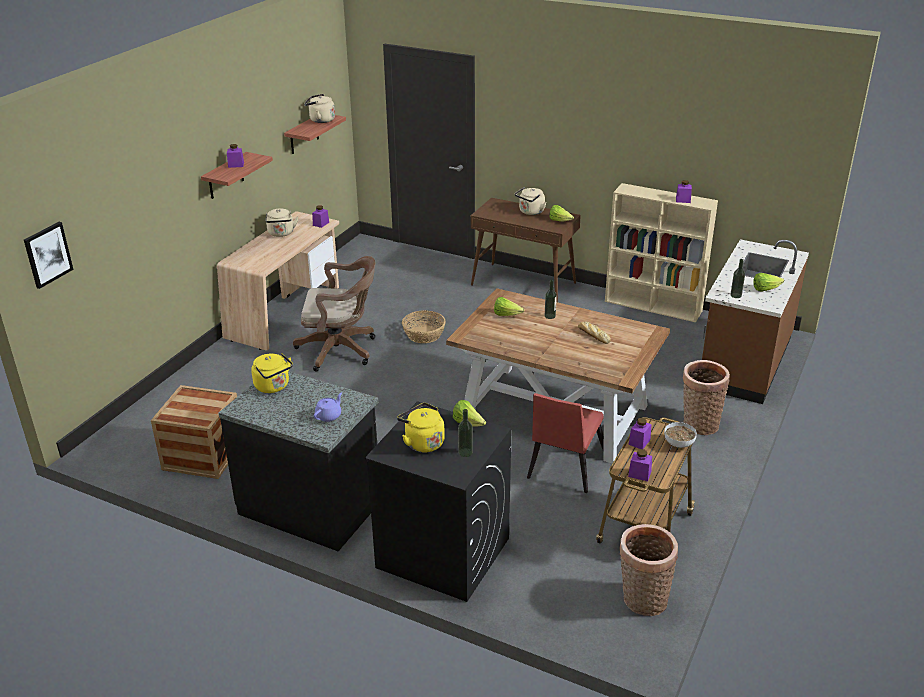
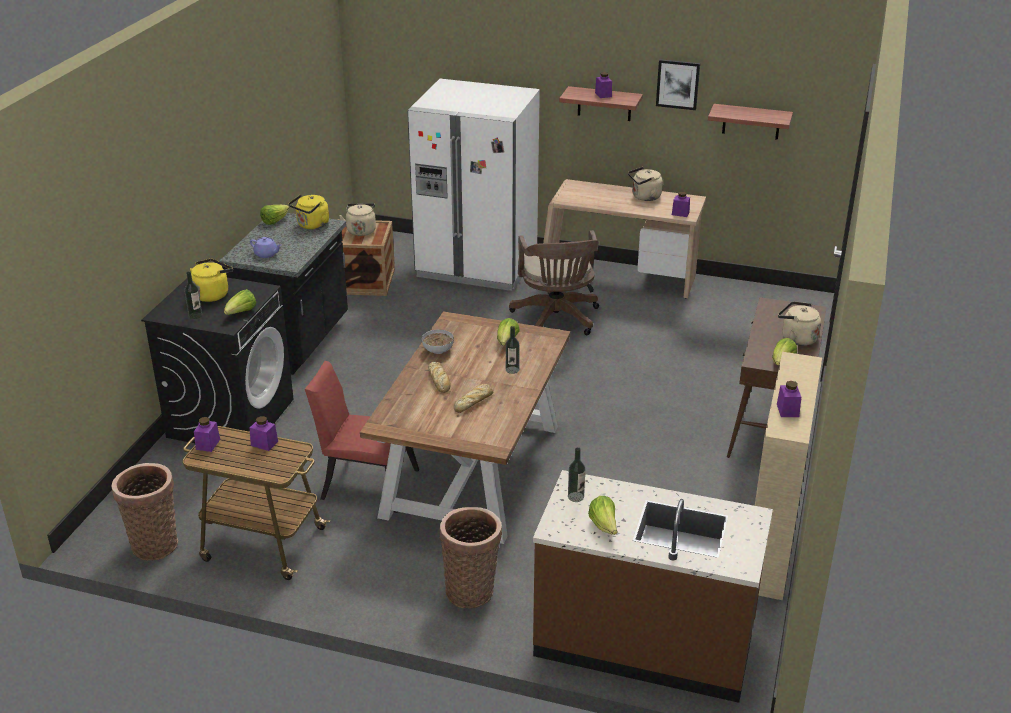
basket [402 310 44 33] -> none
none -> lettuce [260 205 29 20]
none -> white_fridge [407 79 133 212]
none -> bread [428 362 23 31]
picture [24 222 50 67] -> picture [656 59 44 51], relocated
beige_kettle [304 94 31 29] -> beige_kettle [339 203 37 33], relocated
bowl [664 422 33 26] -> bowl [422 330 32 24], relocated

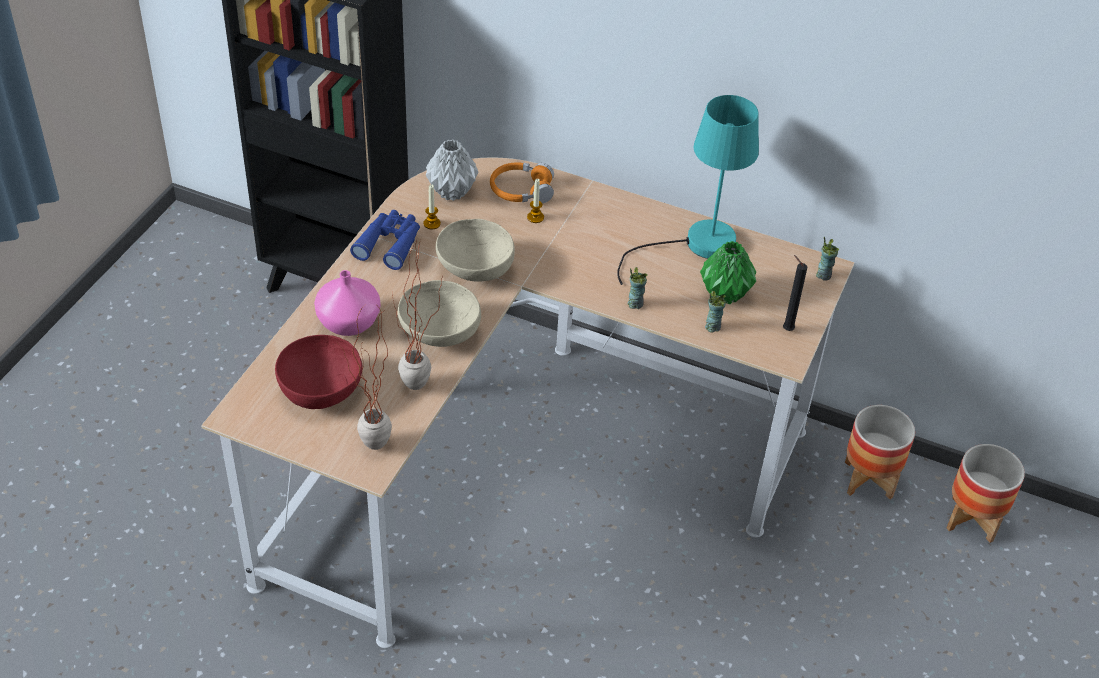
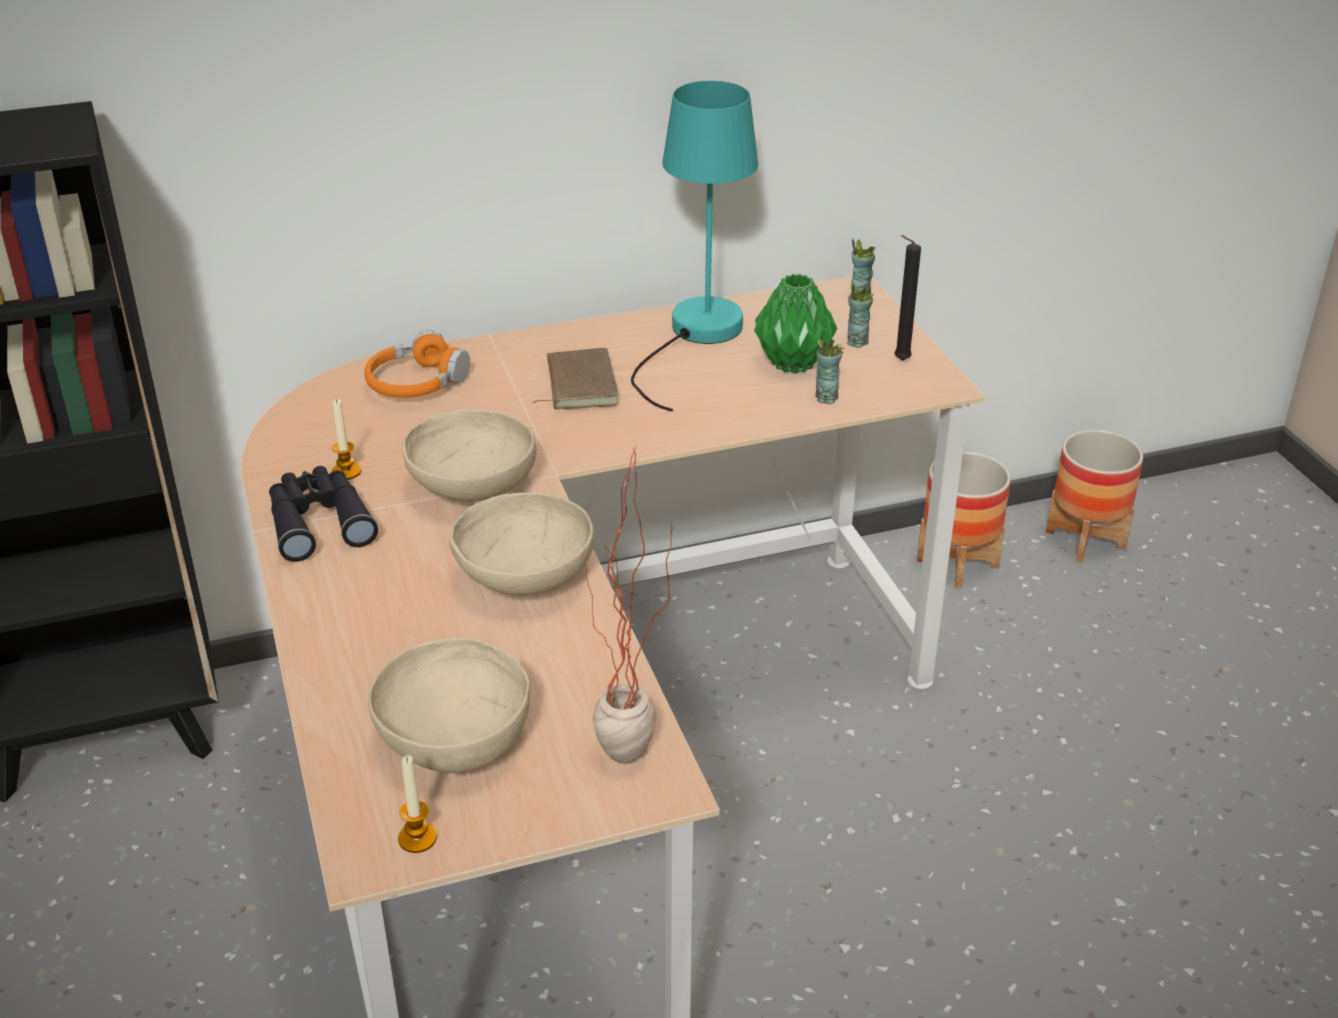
pink_vase [314 270 66 66] -> none
potted_plant [392 240 51 150] -> none
grey_vase [426 140 53 61] -> none
none -> brown_book [532 348 86 62]
candle [527 179 17 44] -> candle [398 755 39 98], relocated
cup [628 267 19 42] -> cup [847 284 27 64], relocated
red_bowl [275 335 88 74] -> beige_bowl [368 638 162 135]
blue_binoculars [350 210 70 60] -> black_binoculars [269 466 109 96]

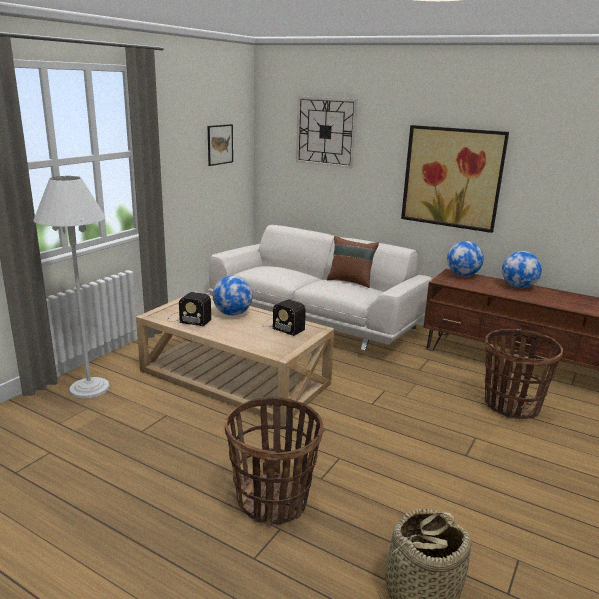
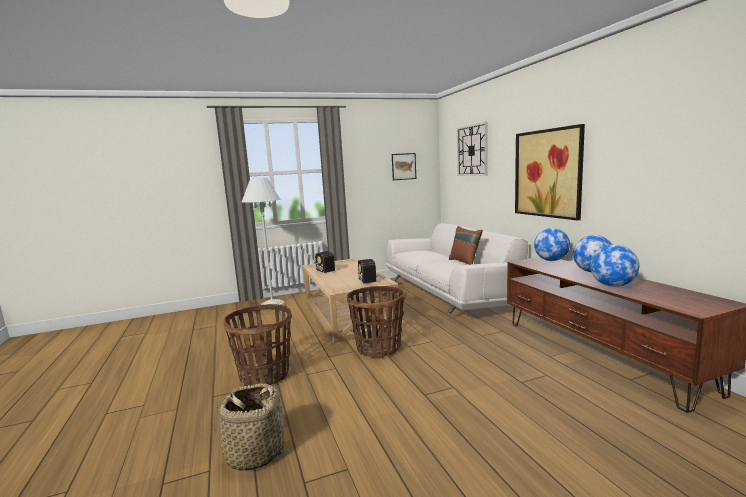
globe [213 276 40 40] -> globe [590 244 49 43], relocated
basket [485 329 78 90] -> basket [347 286 59 72], relocated

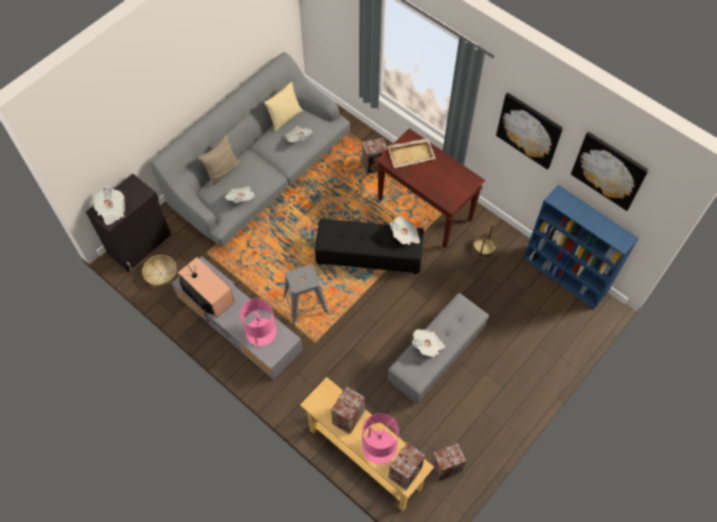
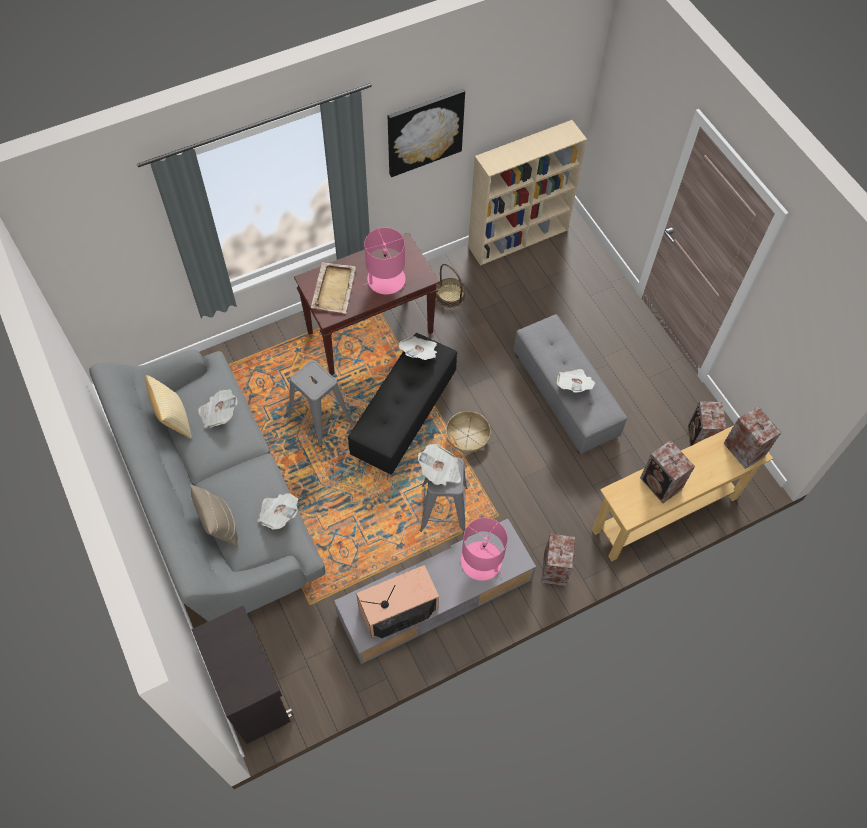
picture [571 132 78 79] -> none
none -> grey_stool [288 360 64 87]
newspaper [94 187 31 38] -> newspaper [418 444 43 42], relocated
basket [142 255 35 32] -> basket [446 411 45 43], relocated
speaker [362 138 25 36] -> speaker [541 534 34 52], relocated
pink_table_lamp [362 413 37 51] -> pink_table_lamp [363 228 43 66], relocated
blue_bookcase [523 185 115 124] -> beige_bookcase [468 120 119 146]

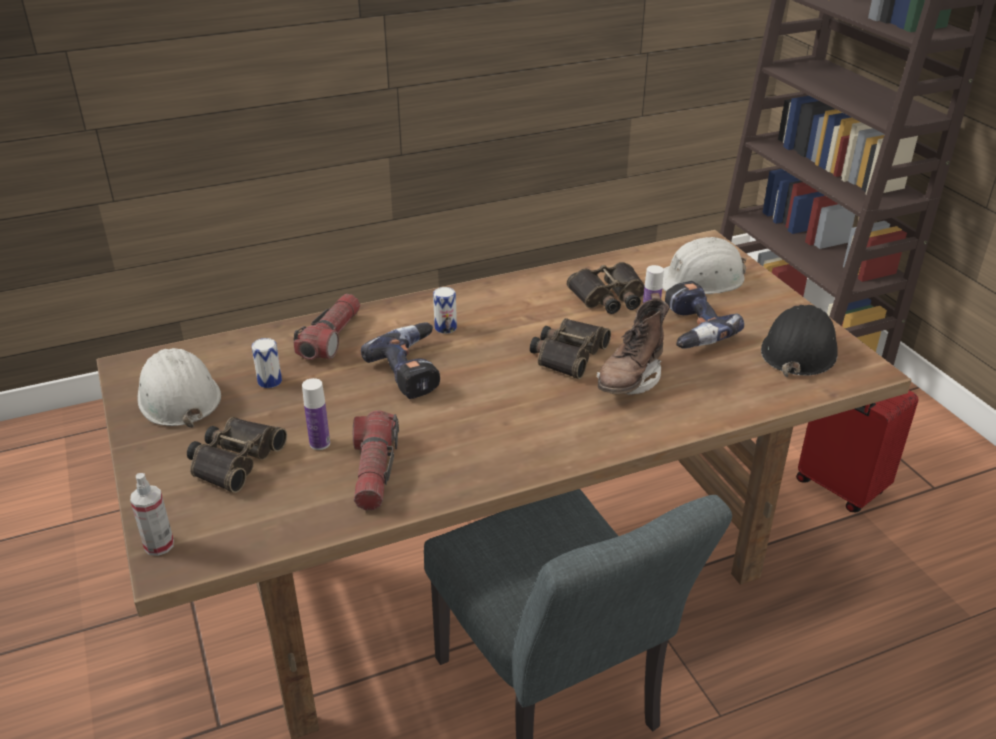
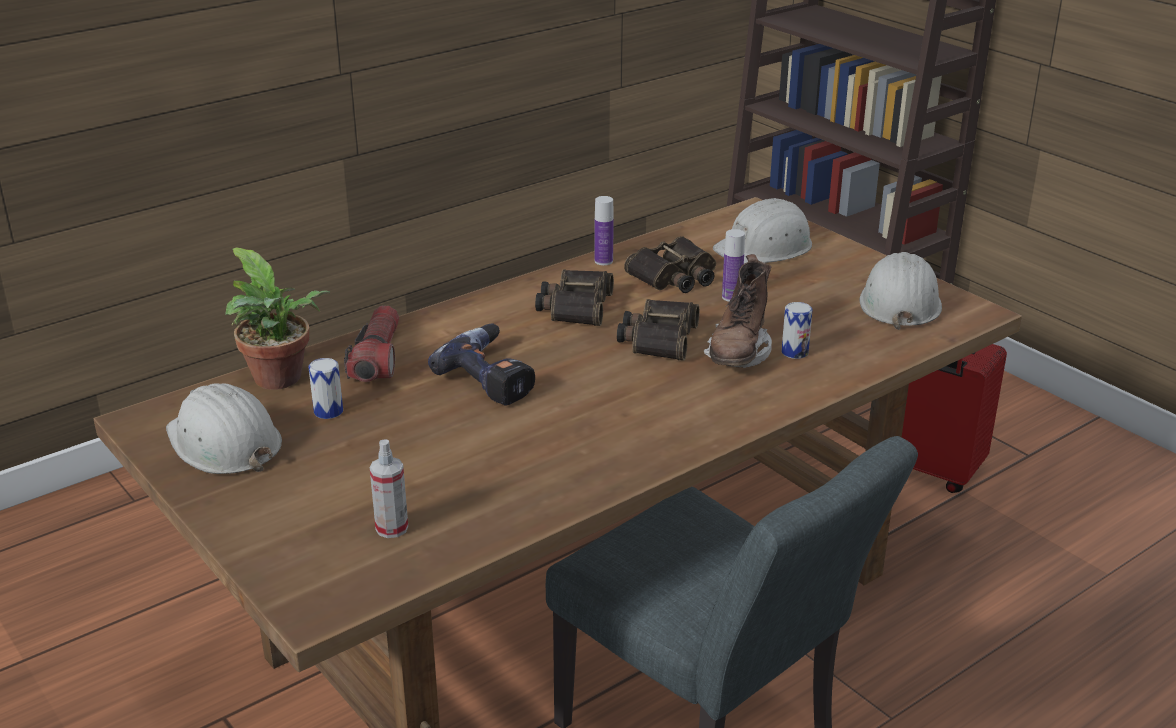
flashlight [353 410 46 100] -> none
power_drill [665 281 79 68] -> none
none -> potted_plant [225 247 105 143]
spray_bottle [130 473 44 83] -> spray_bottle [370 440 38 98], relocated
binoculars [187 417 100 76] -> binoculars [535 270 79 56], relocated
bottle [302 378 28 72] -> bottle [595 196 19 69], relocated
can [433 287 24 47] -> can [781 302 32 57], relocated
black_hard_hat [761 305 77 72] -> white_hard_hat [859 252 83 78]

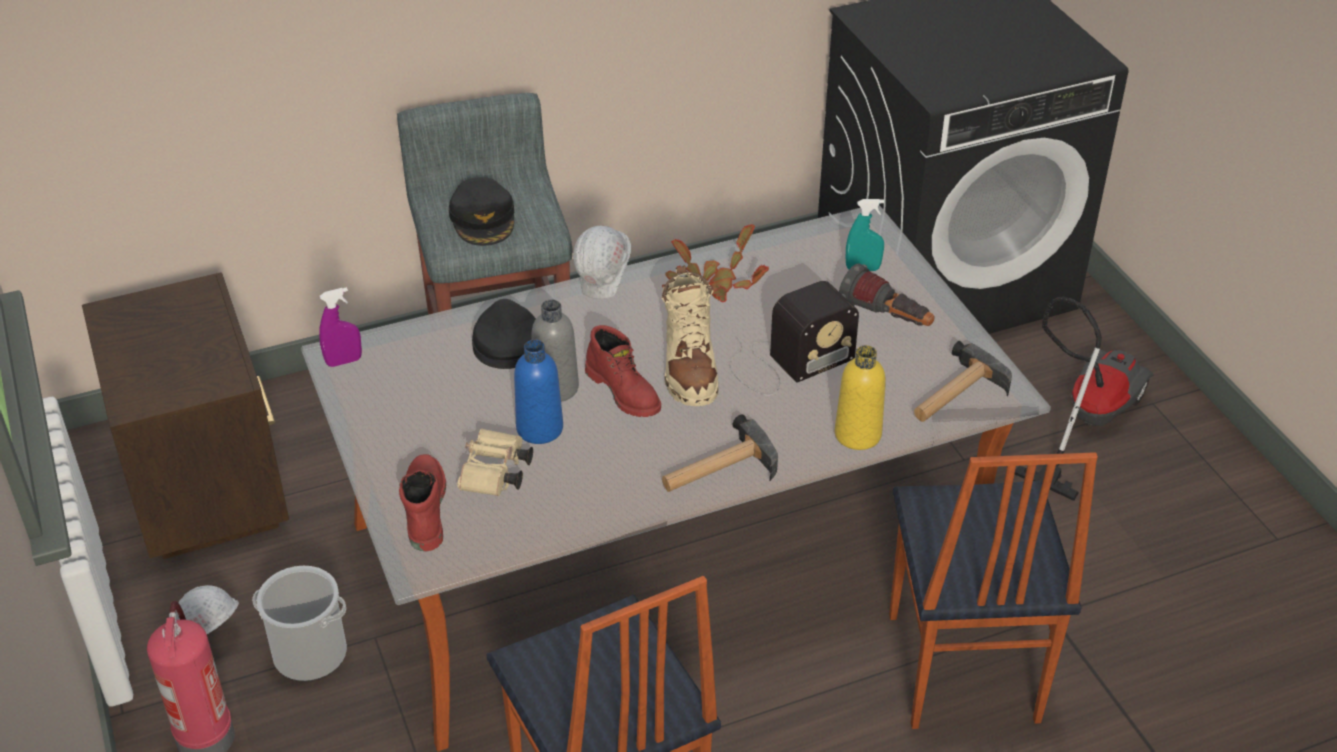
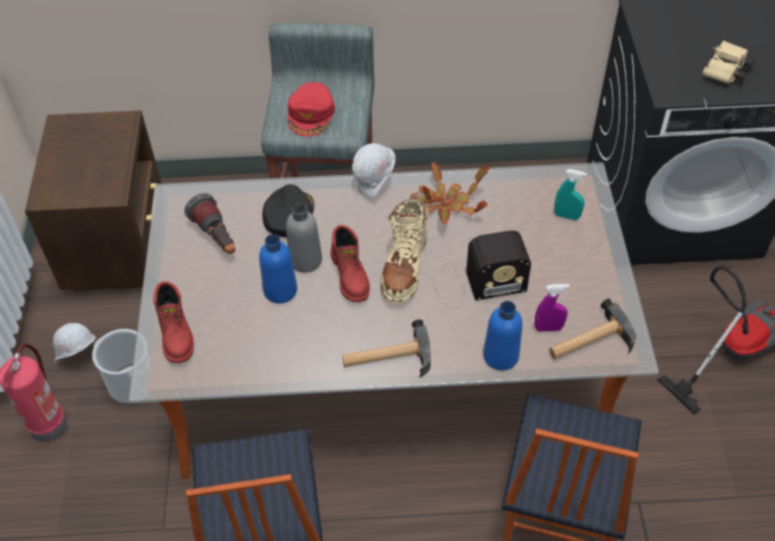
purple_spray_bottle [319 287 43 80] -> purple_spray_bottle [535 284 35 48], relocated
beige_binoculars [457 428 76 68] -> beige_binoculars [703 40 52 44], relocated
flashlight [839 263 96 63] -> flashlight [185 193 50 61], relocated
black_cap [449 177 65 69] -> red_cap [288 82 47 55]
yellow_bottle [835 345 51 105] -> blue_bottle [483 301 39 69]
red_boot [399 454 47 97] -> red_boot [154 281 40 82], 150 degrees clockwise

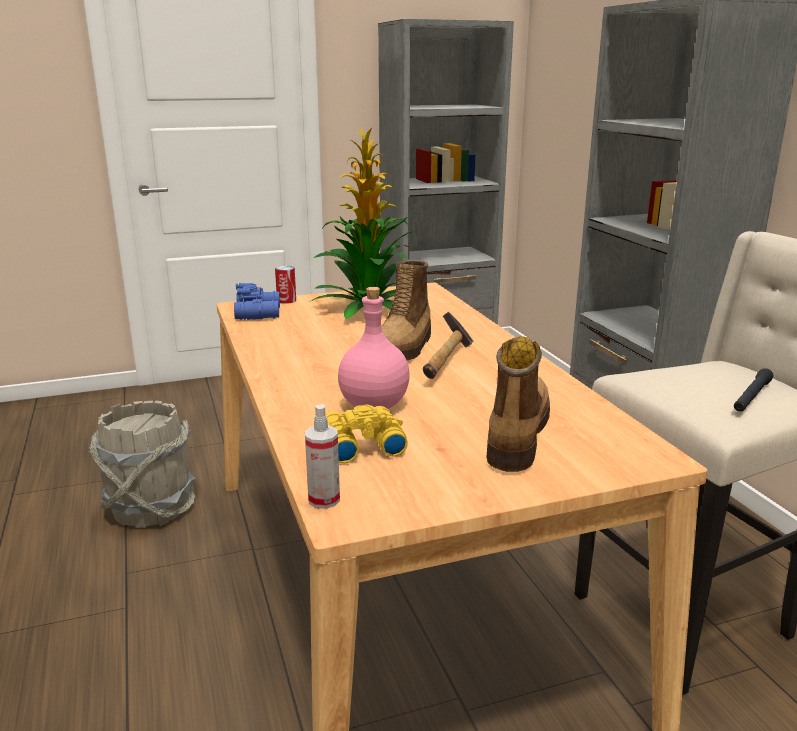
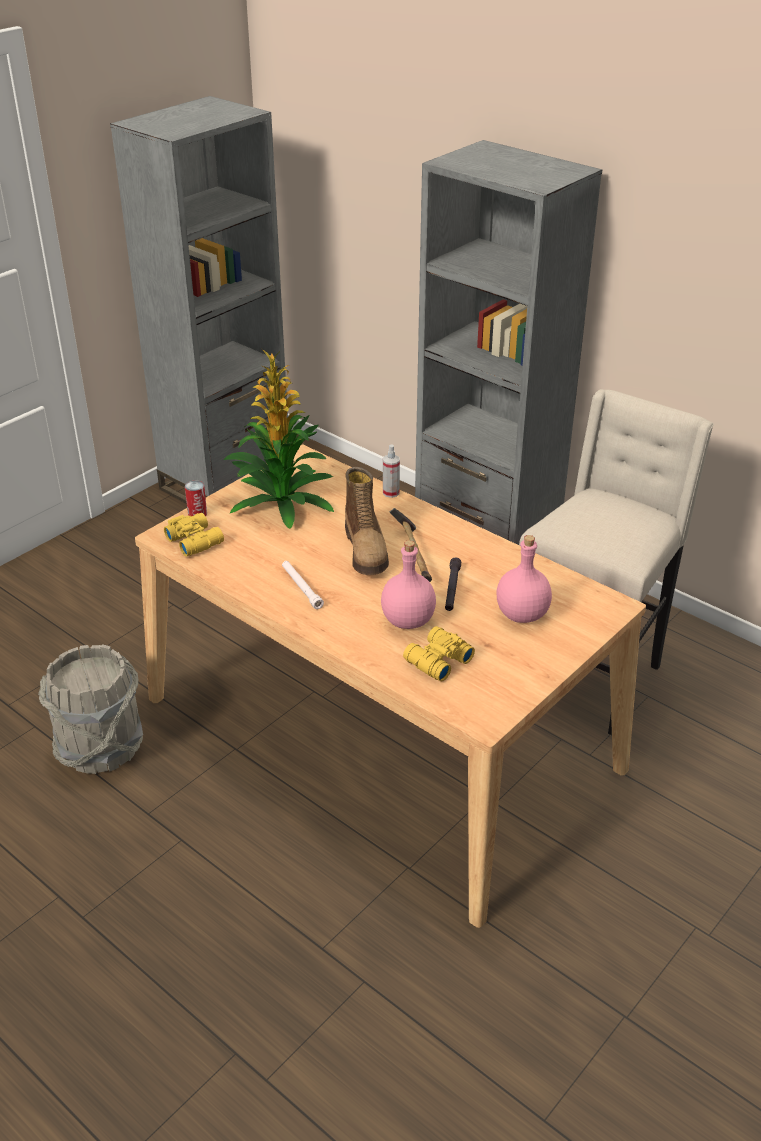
none -> white_flashlight [282 561 42 48]
spray_bottle [305 404 35 105] -> spray_bottle [383 444 17 54], relocated
black_flashlight [734 368 39 44] -> black_flashlight [445 557 16 54], relocated
boot [487 337 63 135] -> pink_bottle [497 535 55 88]
blue_binoculars [234 283 46 37] -> yellow_binoculars [164 513 60 44]

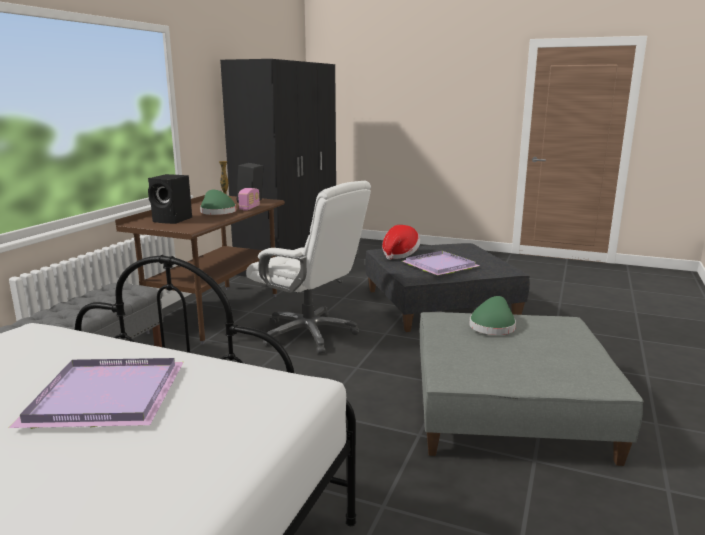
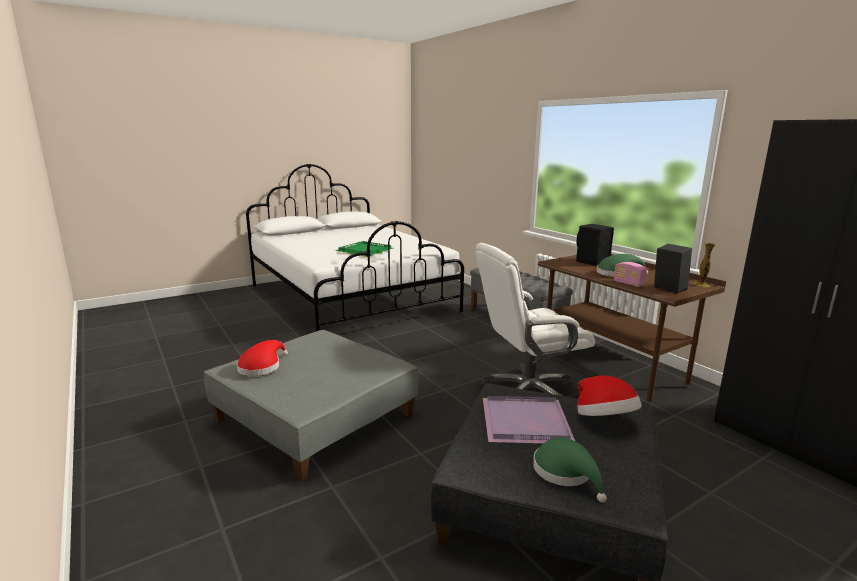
none -> red_hat [237 340 51 36]
green_hat [469 296 47 39] -> green_hat [533 438 74 64], relocated
purple_tray [9 358 175 71] -> green_tray [335 241 58 16]

